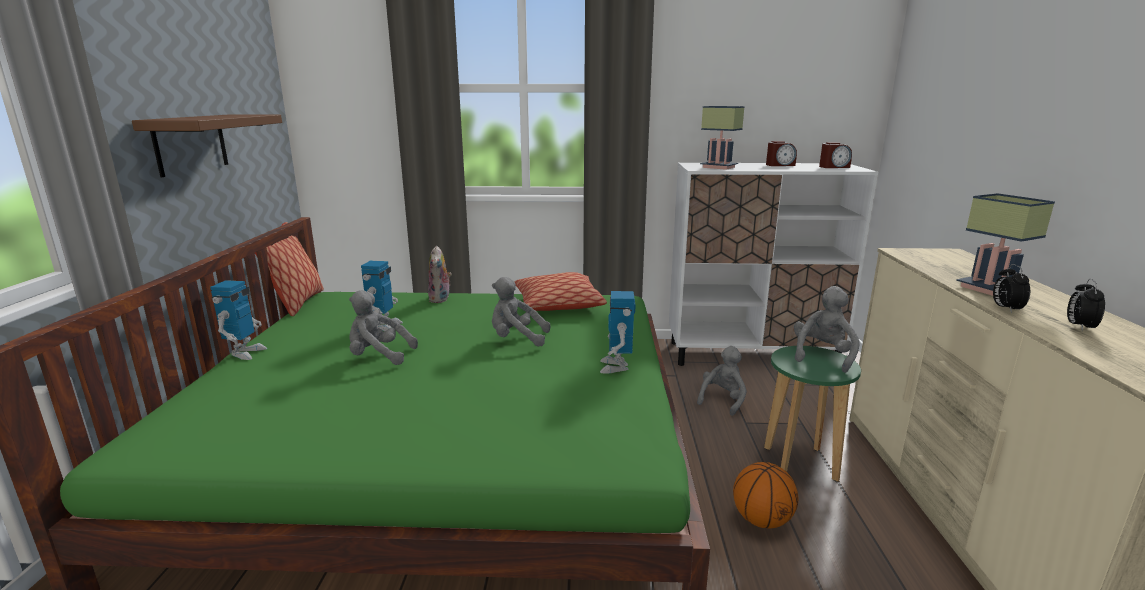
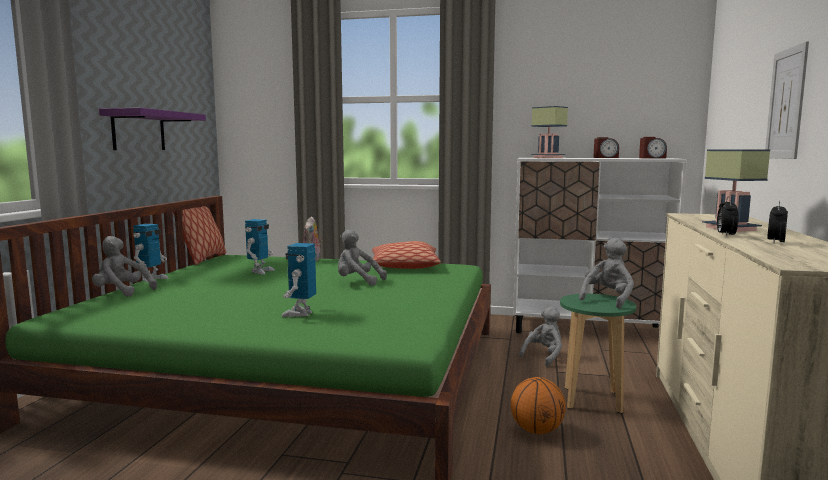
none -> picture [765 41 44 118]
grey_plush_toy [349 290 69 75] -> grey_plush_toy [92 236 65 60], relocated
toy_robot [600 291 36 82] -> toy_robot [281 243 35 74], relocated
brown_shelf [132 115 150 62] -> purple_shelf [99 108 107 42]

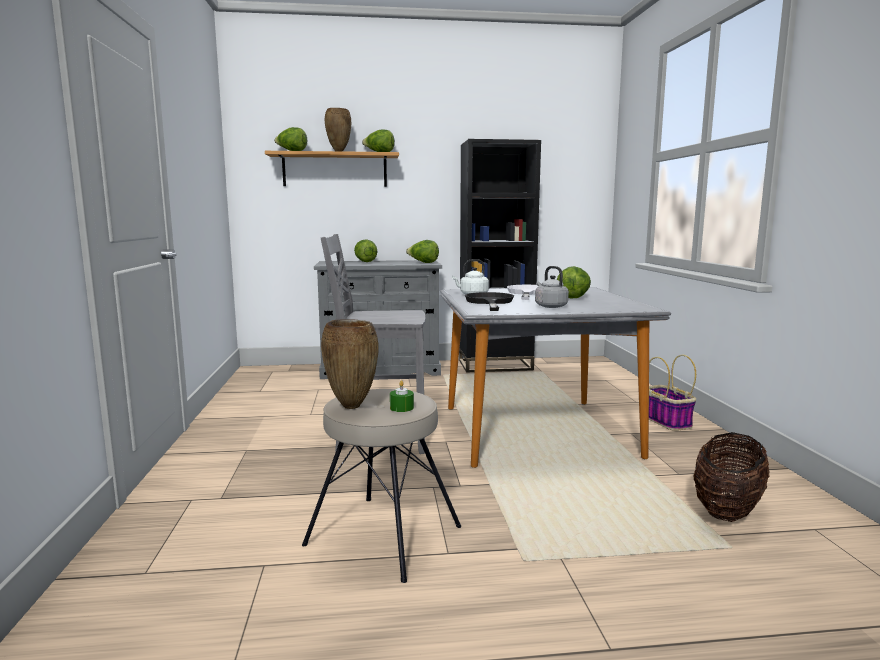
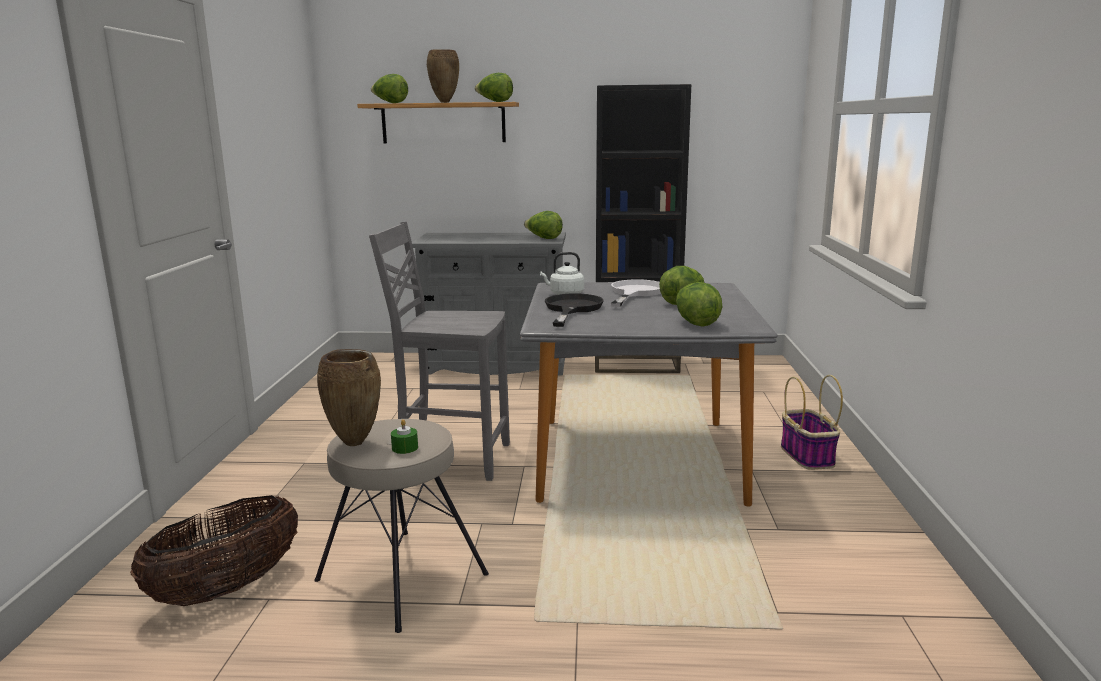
grey_kettle [535 266 34 42] -> none
lettuce [354 239 24 23] -> lettuce [676 282 46 45], relocated
basket [693 432 77 90] -> basket [130 495 168 111], relocated

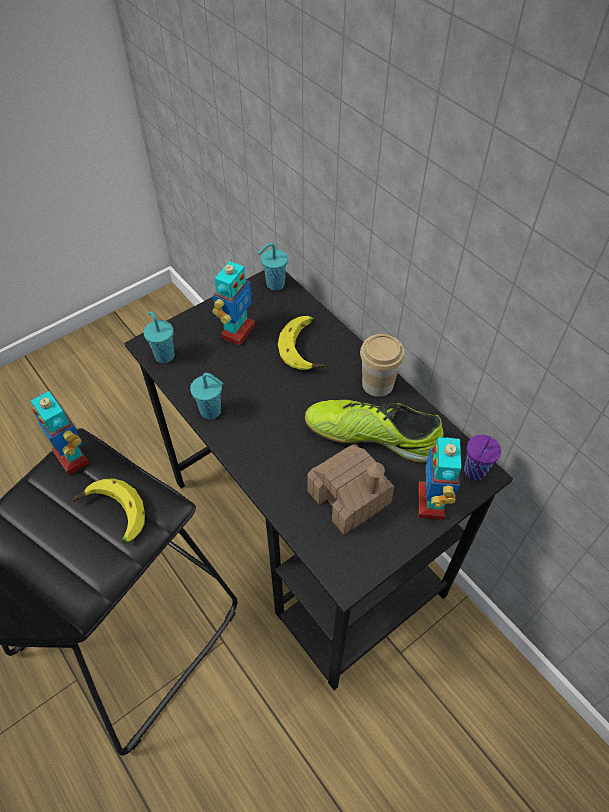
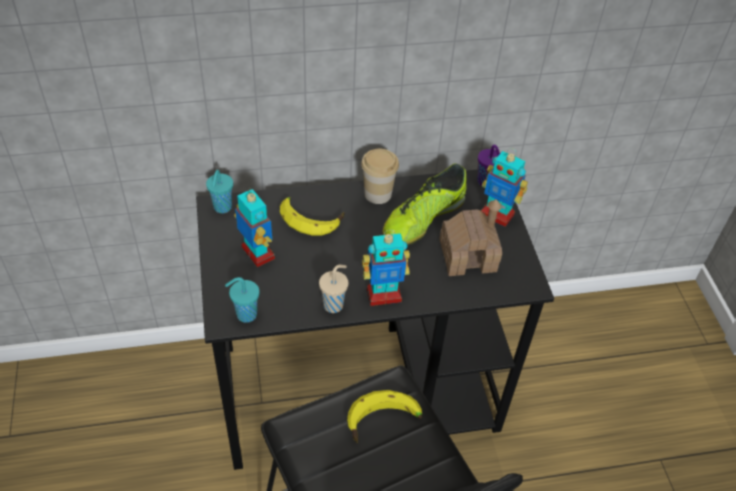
toy_robot [31 391 58 84] -> toy_robot [362 230 48 76], relocated
turquoise_cup [190 373 33 46] -> beige_cup [319 265 29 48]

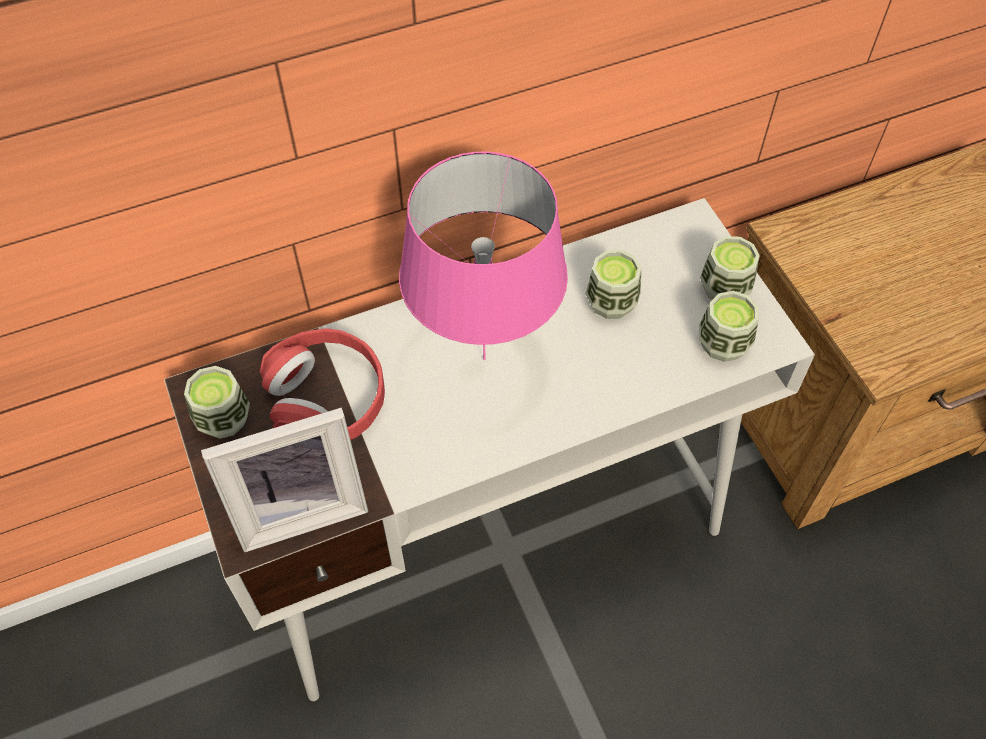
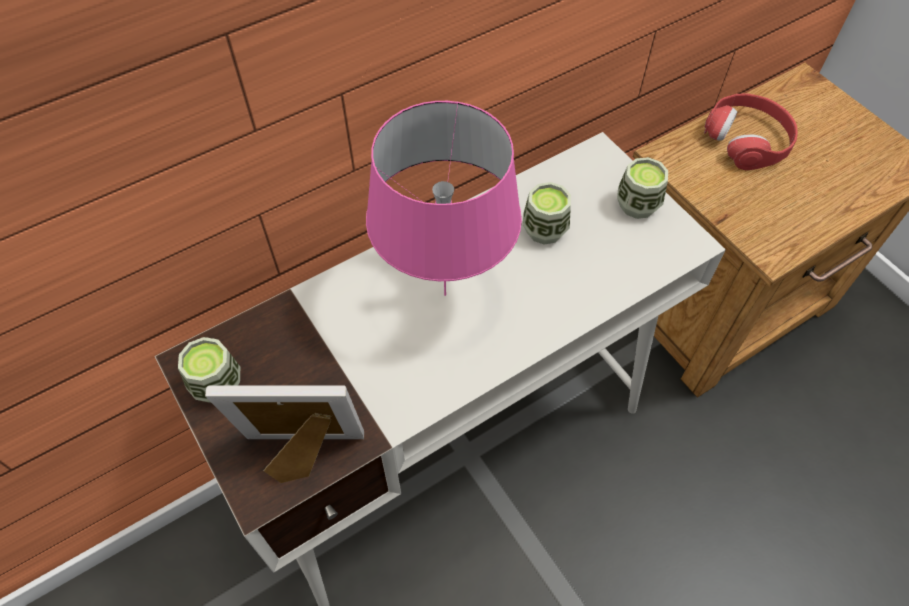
cup [699 291 60 71] -> none
red_headphones [260 328 125 112] -> red_headphones [704 94 94 76], relocated
picture_frame [201 408 167 144] -> picture_frame [205 386 159 97], 150 degrees counterclockwise

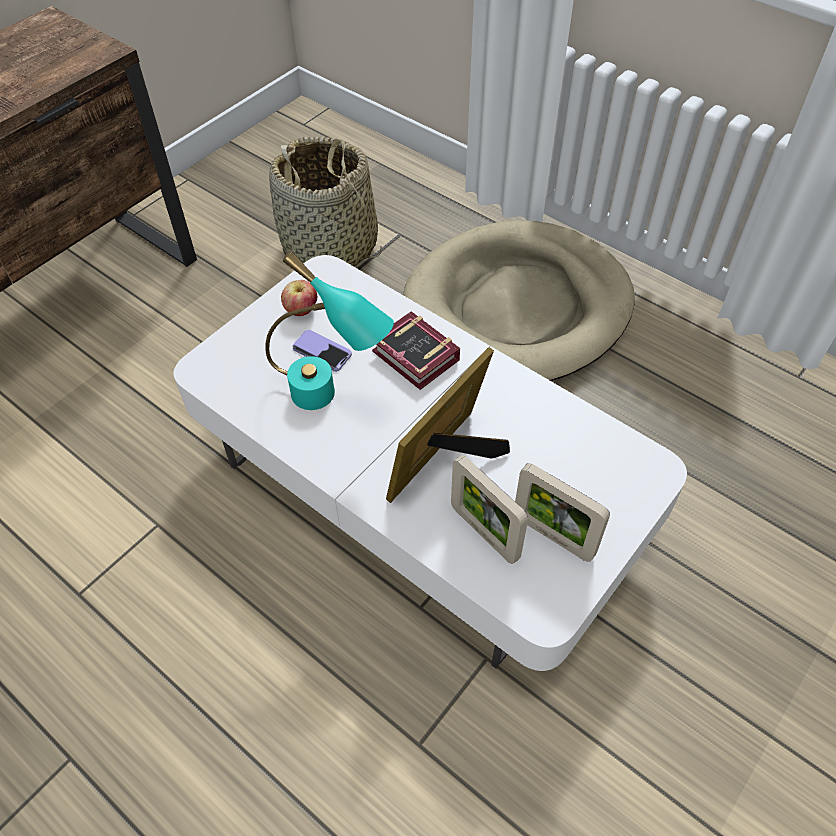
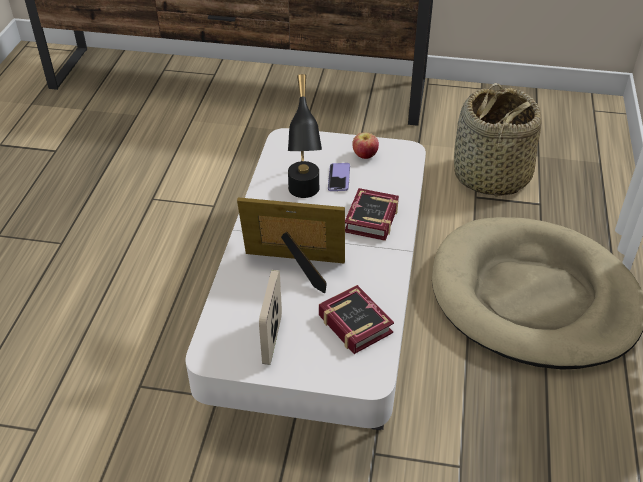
picture_frame [451 455 77 109] -> none
none -> book [319 285 75 69]
turquoise_table_lamp [265 251 129 159] -> black_table_lamp [288 74 34 124]

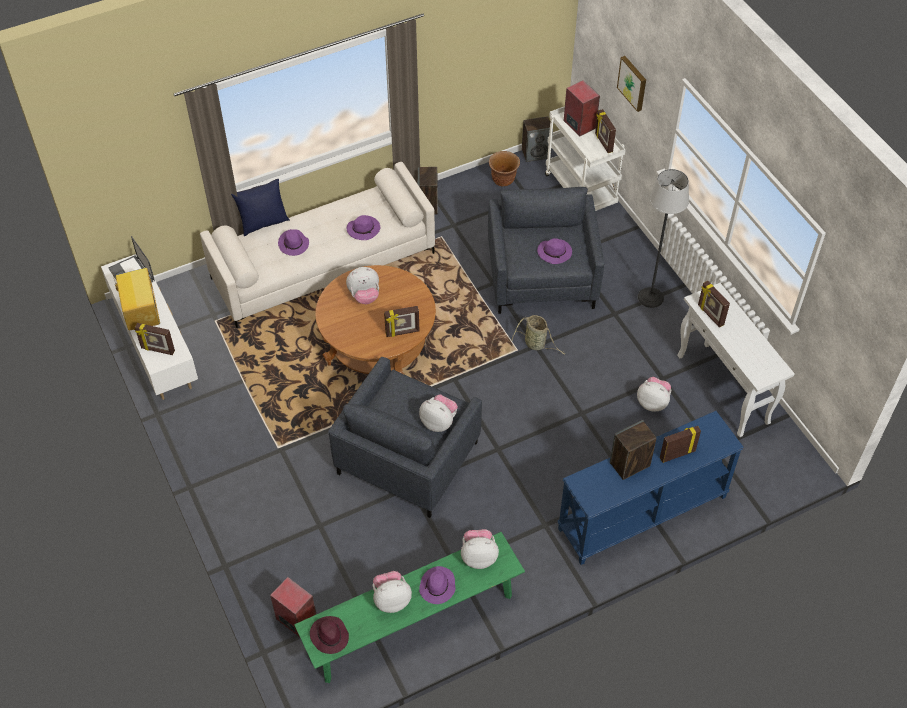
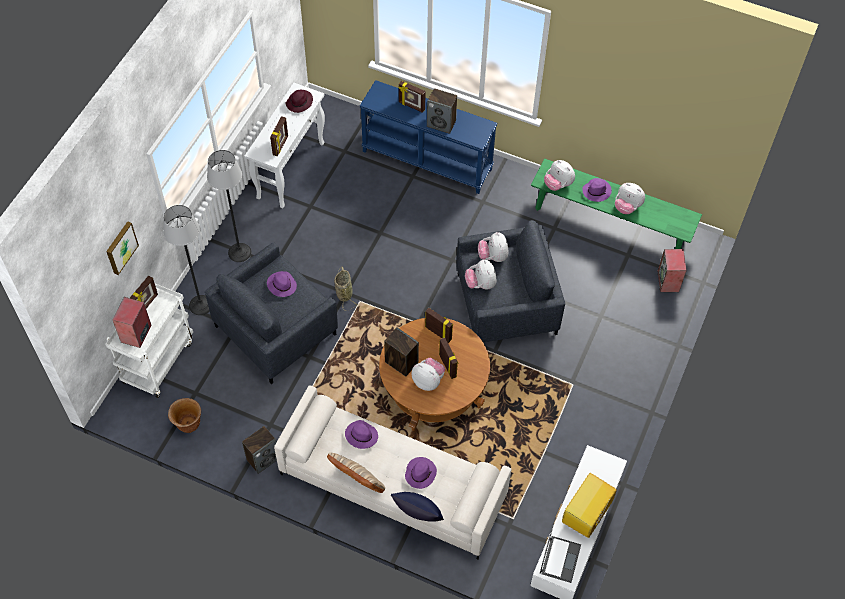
none -> floor_lamp [163 205 47 110]
none -> beige_pillow [327 452 58 41]
picture_frame [135 323 40 32] -> picture_frame [439 338 20 41], relocated
purple_hat [310 616 39 38] -> purple_hat [286 90 27 23], relocated
speaker [522 116 31 46] -> speaker [384 327 35 49], relocated
plush_toy [637 377 34 35] -> plush_toy [465 259 31 30], relocated

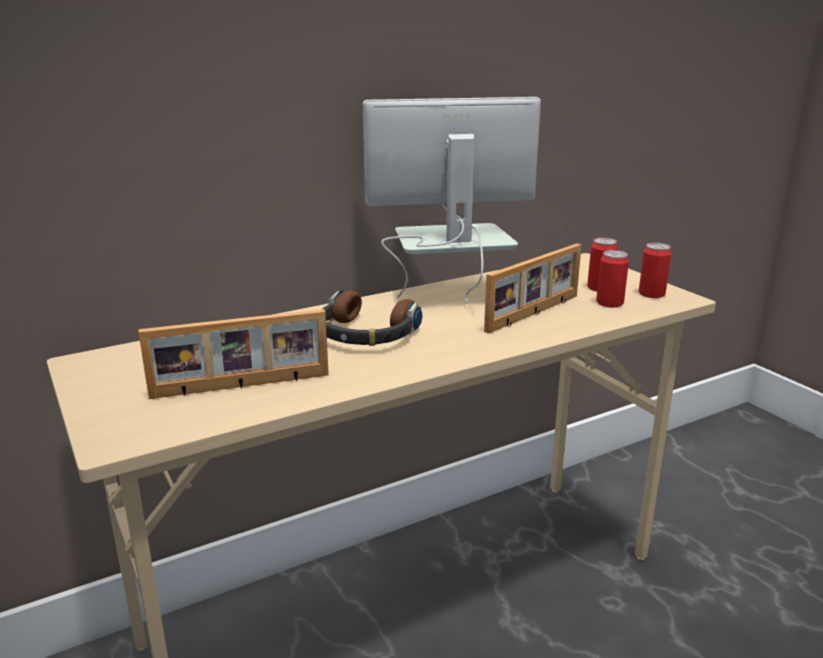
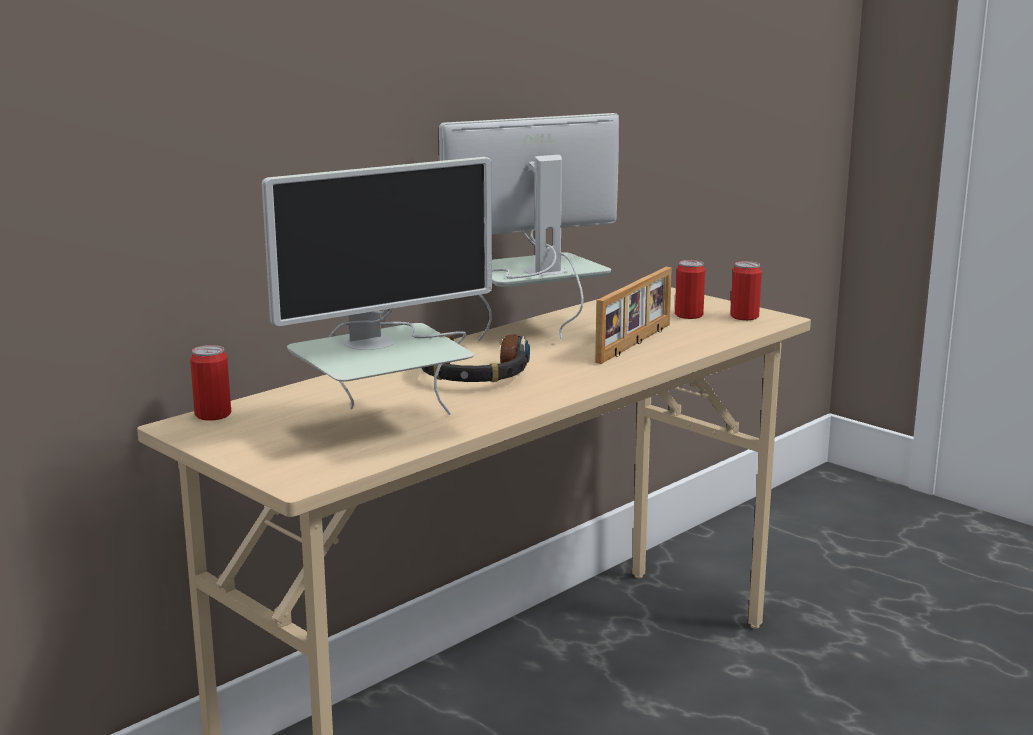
can [596 250 33 57] -> can [190 345 41 76], relocated
picture_frame [138 309 191 90] -> monitor [262 157 230 258]

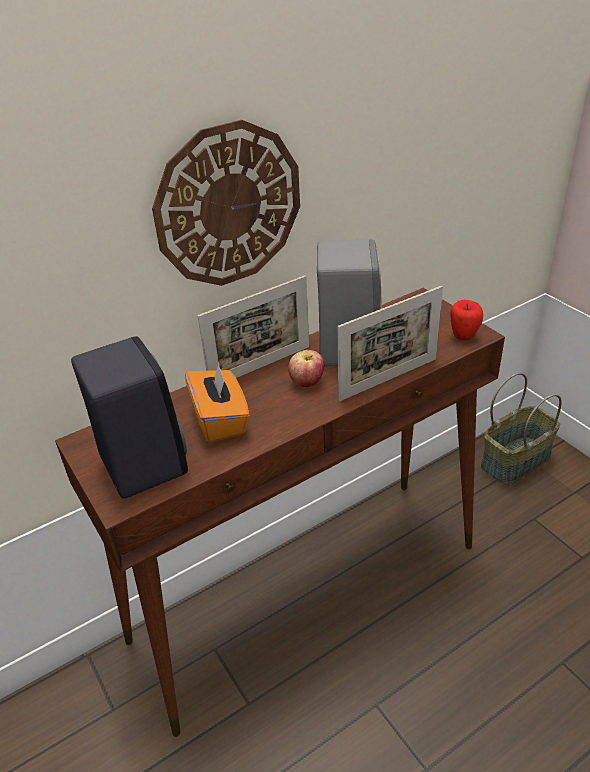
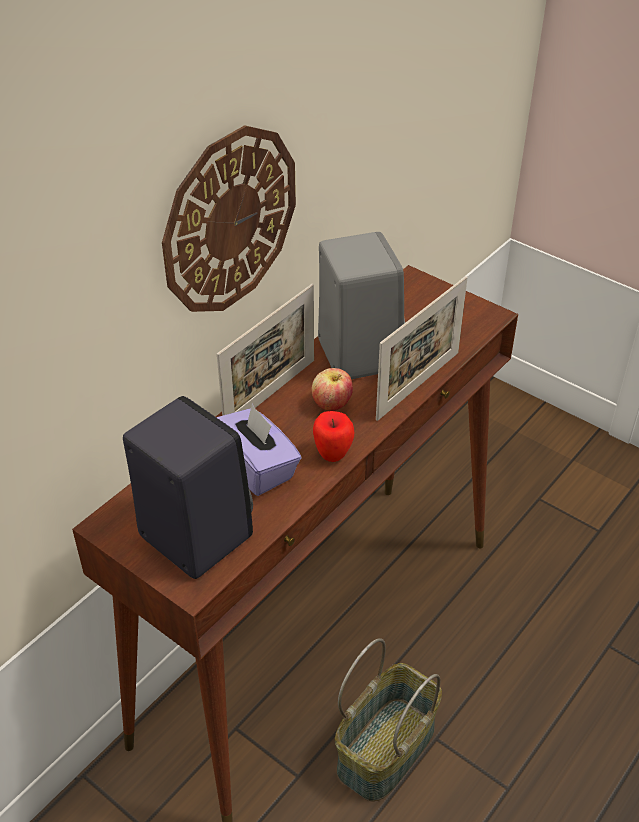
apple [450 300 33 41] -> apple [313 411 41 51], relocated
basket [481 373 81 111] -> basket [335 638 107 164], relocated
orange_tissue_box [185 363 64 80] -> purple_tissue_box [216 403 86 93]

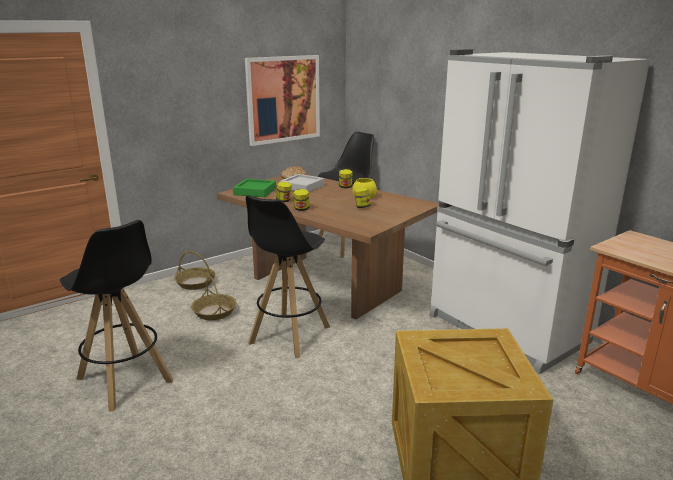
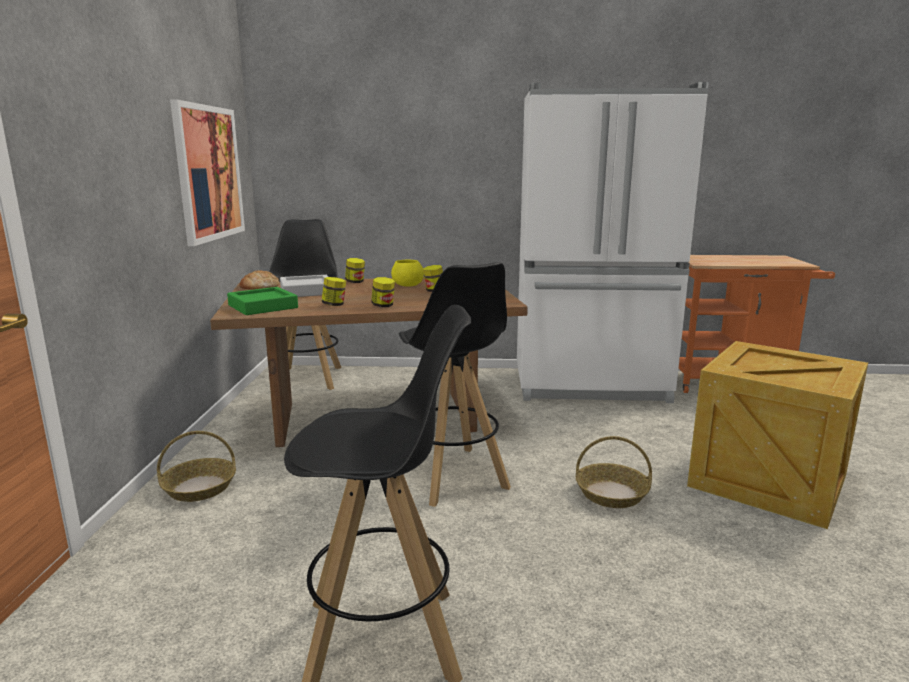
basket [191 276 46 44] -> basket [576 436 76 72], relocated

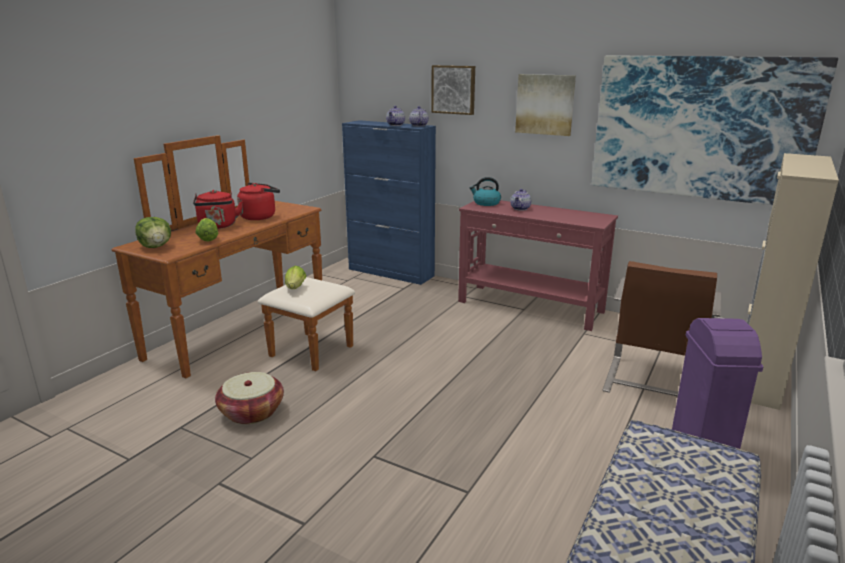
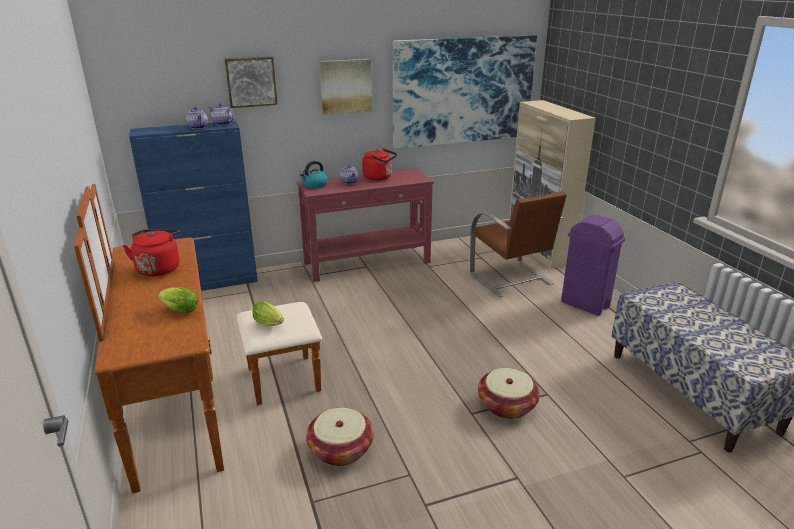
lettuce [135 217 36 31] -> none
none -> basket [478 368 62 51]
red_kettle [193 190 50 39] -> red_kettle [362 148 35 33], relocated

